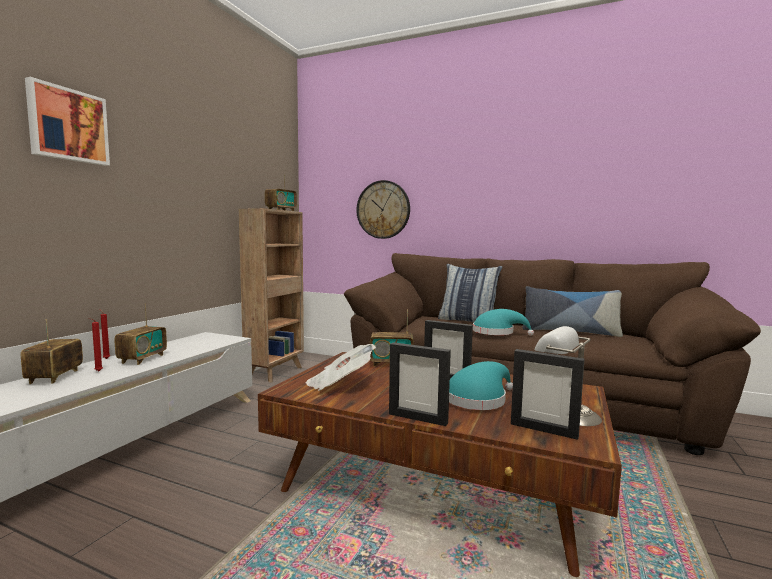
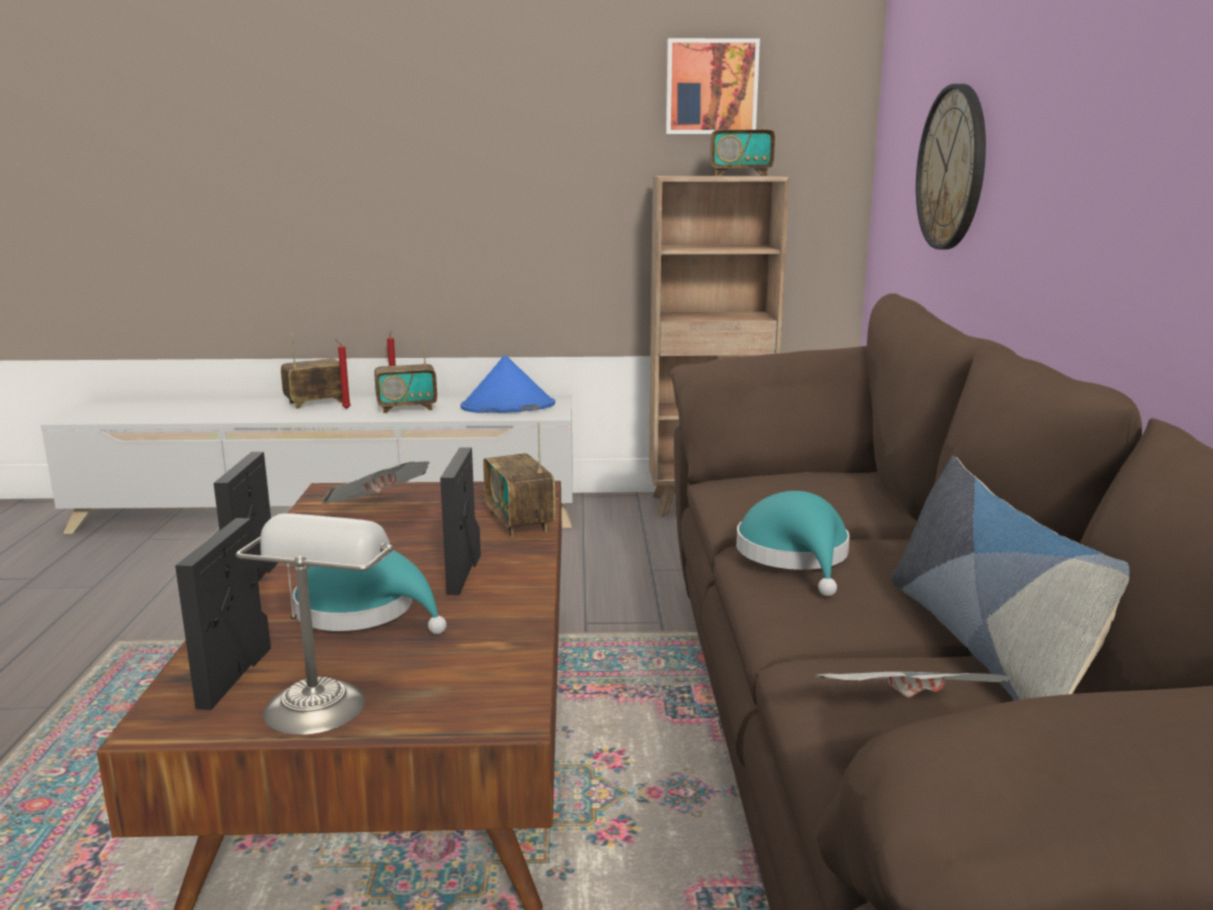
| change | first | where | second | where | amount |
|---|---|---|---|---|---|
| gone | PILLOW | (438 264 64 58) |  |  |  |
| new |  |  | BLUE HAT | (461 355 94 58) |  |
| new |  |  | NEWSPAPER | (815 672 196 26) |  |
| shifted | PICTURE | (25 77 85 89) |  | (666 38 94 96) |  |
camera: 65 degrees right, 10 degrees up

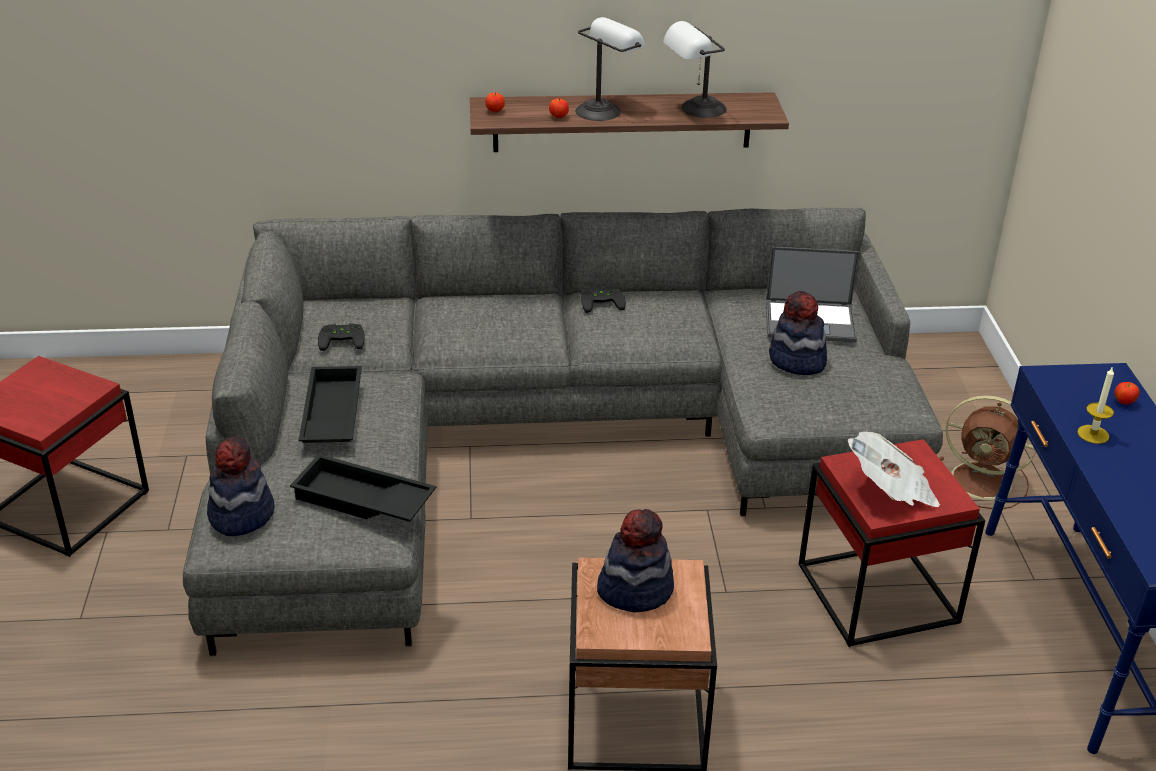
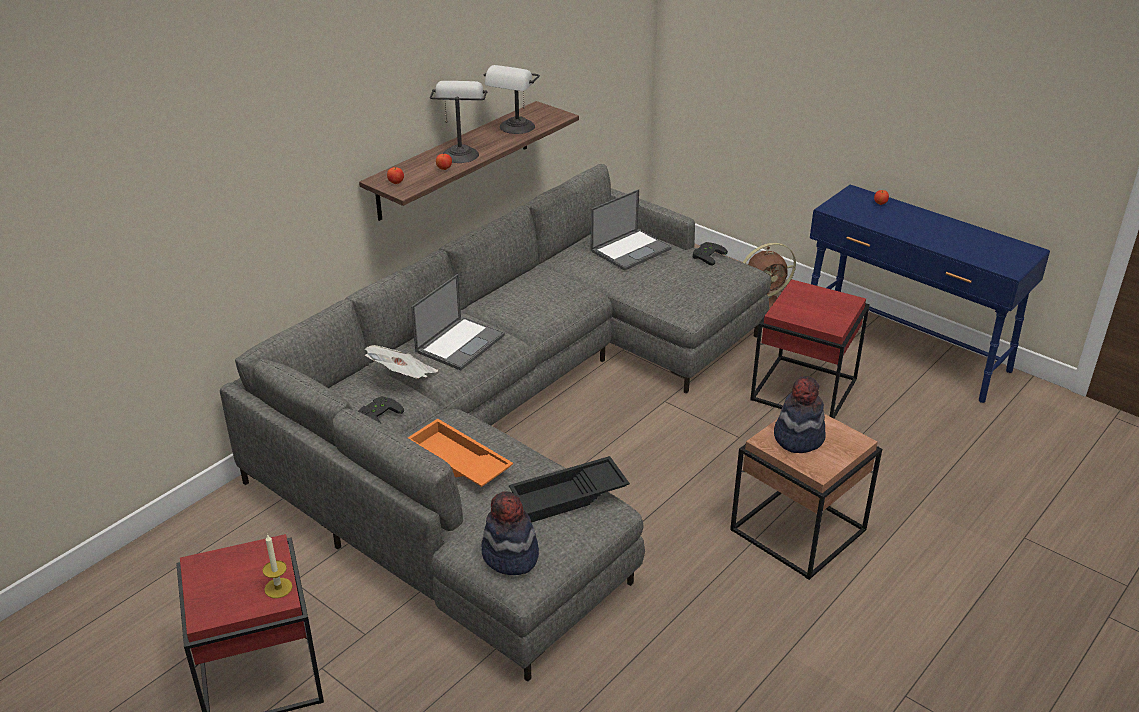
| change | first | where | second | where | amount |
|---|---|---|---|---|---|
| gone | HAT | (769 291 58 84) |  |  |  |
| new |  |  | LAPTOP | (411 274 94 96) |  |
| shifted | BLACK GAME CONTROLLER | (581 287 45 26) |  | (693 242 35 24) |  |
| shifted | NEWSPAPER | (848 432 92 75) |  | (365 345 73 33) |  |
| shifted | CANDLE | (1078 366 36 78) |  | (263 534 30 64) |  |
| repainted | BLACK TRAY | (299 366 63 77) | ORANGE TRAY | (408 419 105 68) |  |
camera: 45 degrees left, 0 degrees up

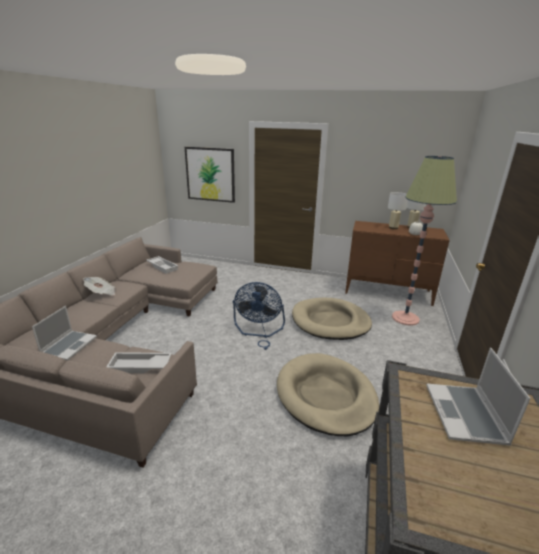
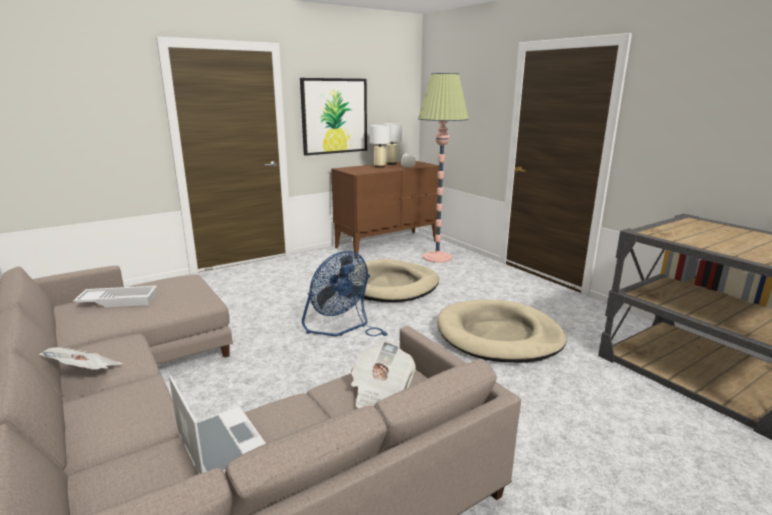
| change | first | where | second | where | amount |
|---|---|---|---|---|---|
| gone | LAPTOP | (426 348 105 98) |  |  |  |
| shifted | PICTURE | (185 147 50 56) |  | (300 78 67 78) |  |
| swapped | WHITE TRAY | (106 352 66 21) | NEWSPAPER | (351 341 65 67) |  |
camera: 50 degrees left, 5 degrees down

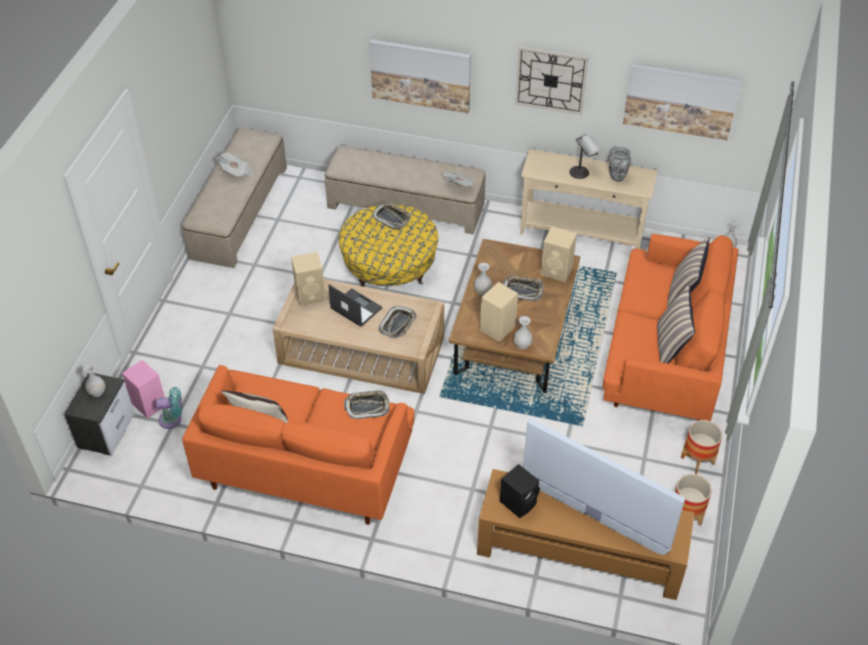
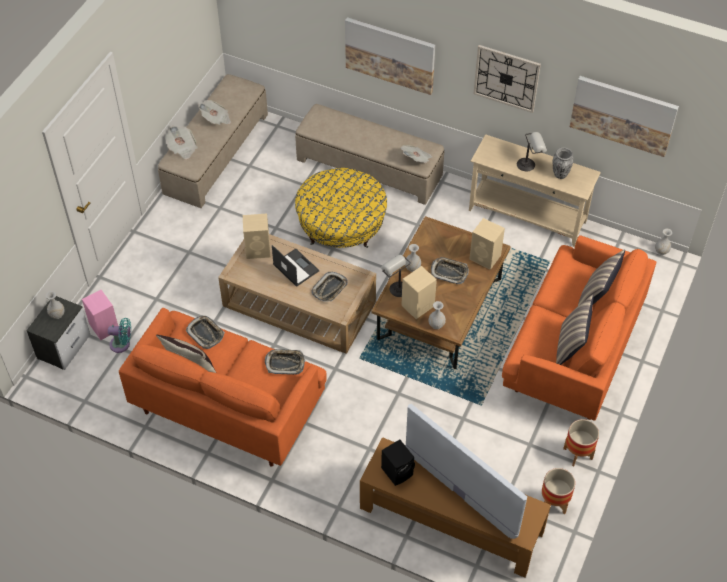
| change | first | where | second | where | amount |
|---|---|---|---|---|---|
| new |  |  | NEWSPAPER | (165 126 33 34) |  |
| new |  |  | TABLE LAMP | (381 255 30 42) |  |
| shifted | TRAY | (372 203 39 26) |  | (186 316 39 33) |  |
camera: 10 degrees right, 5 degrees up

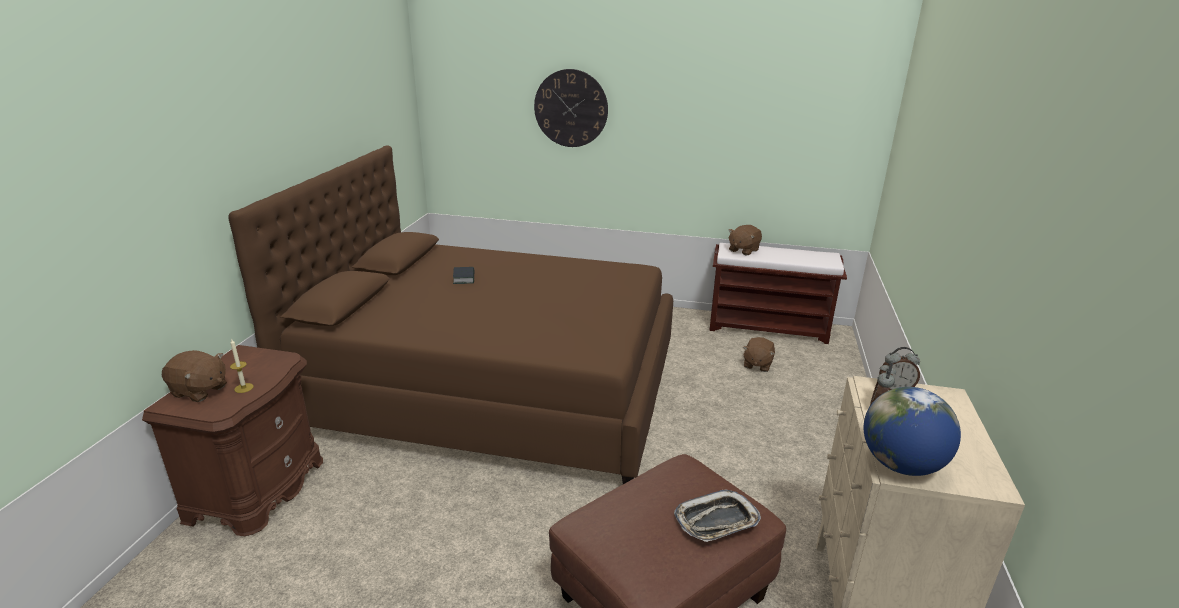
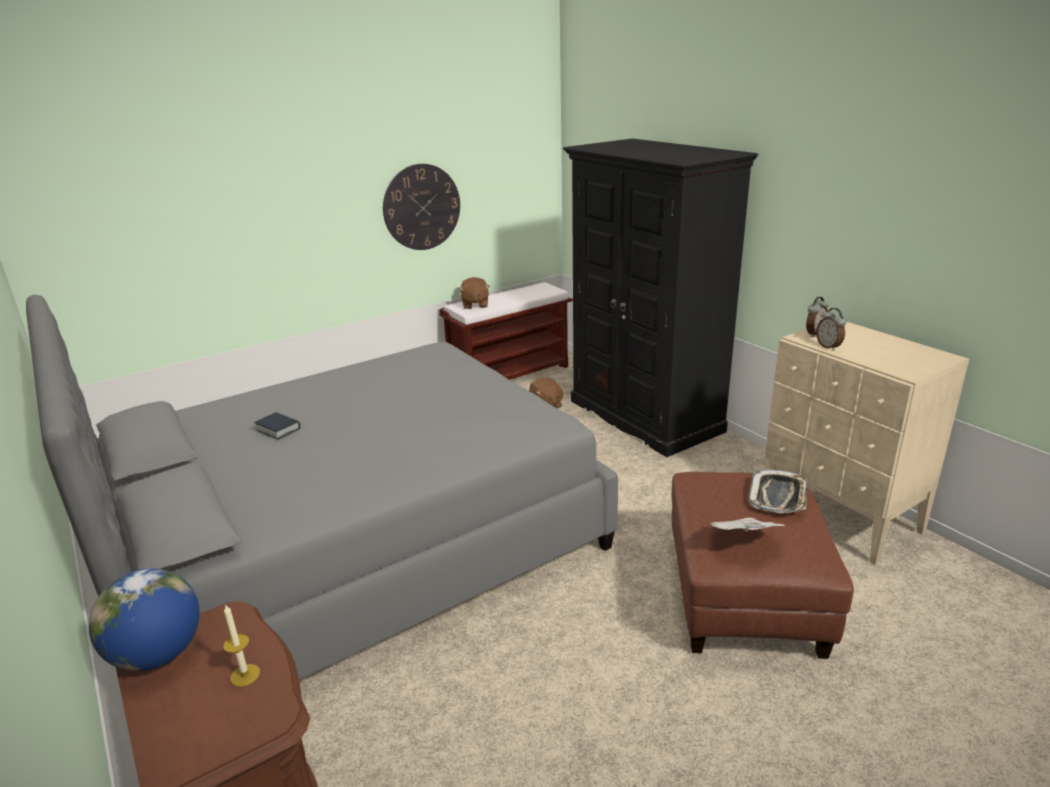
| change | first | where | second | where | amount |
|---|---|---|---|---|---|
| gone | BROWN PLUSH TOY | (162 350 65 52) |  |  |  |
| new |  |  | BLACK WARDROBE | (563 139 195 318) |  |
| new |  |  | NEWSPAPER | (710 518 74 14) |  |
| shifted | WALL CLOCK | (534 69 74 78) |  | (383 164 77 86) |  |
| shifted | GLOBE | (864 387 97 89) |  | (89 568 111 103) |  |
| repainted | BROWN BED | (228 145 445 339) | GREY BED | (26 295 592 385) |  |
camera: 45 degrees left, 0 degrees up

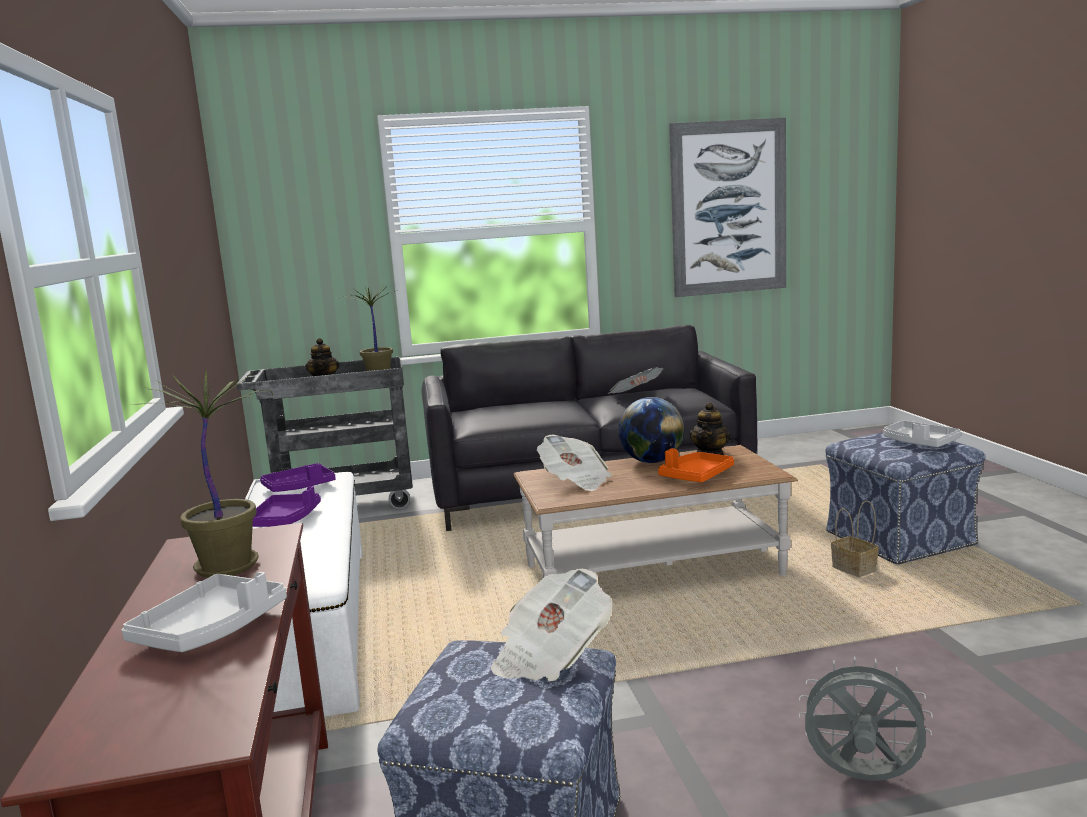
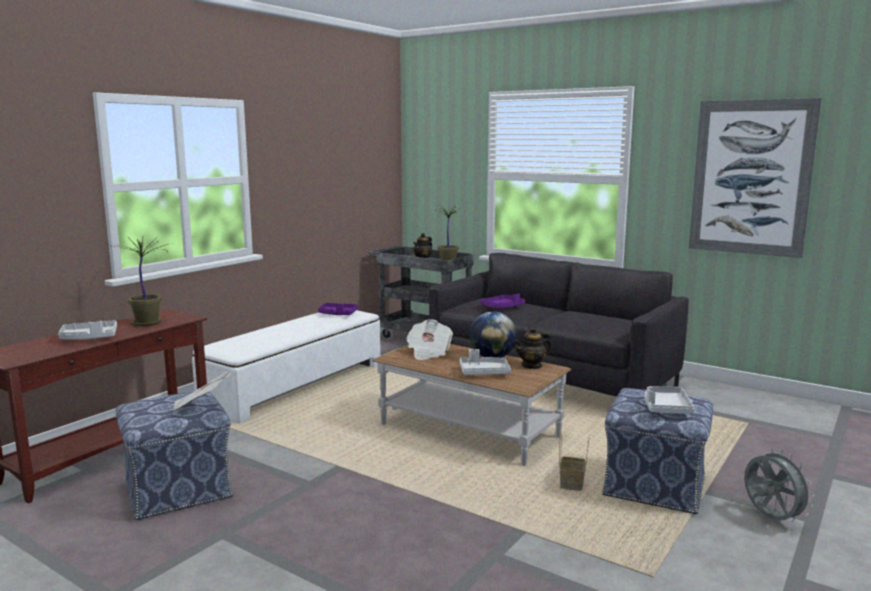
| change | first | where | second | where | amount |
|---|---|---|---|---|---|
| gone | NEWSPAPER | (607 367 56 27) |  |  |  |
| shifted | PURPLE TRAY | (253 486 68 41) |  | (480 293 45 15) |  |
| shifted | GREY FAN | (799 656 134 125) |  | (744 448 71 74) |  |
| repainted | ORANGE TRAY | (658 448 76 34) | GREY TRAY | (459 349 52 26) |  |
camera: 45 degrees right, 0 degrees up

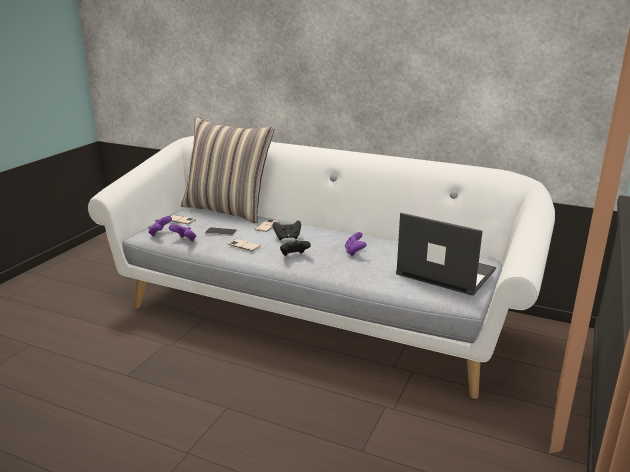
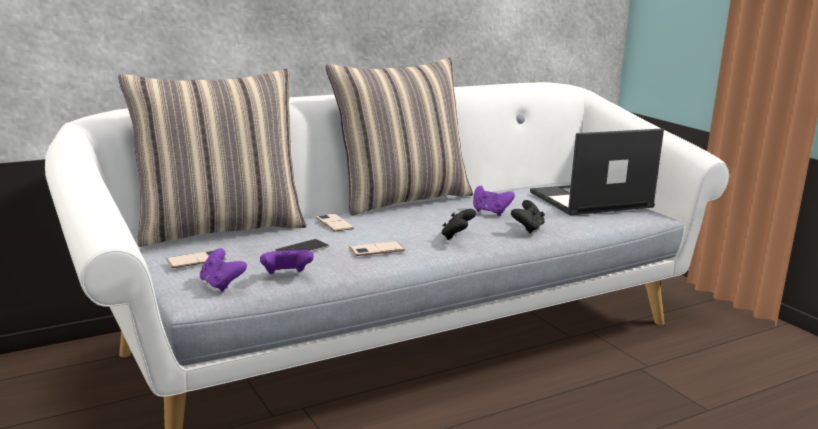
| change | first | where | second | where | amount |
|---|---|---|---|---|---|
| new |  |  | PILLOW | (325 58 148 158) |  |
| shifted | BLACK GAME CONTROLLER | (273 220 28 20) |  | (511 200 34 33) |  |
camera: 55 degrees left, 5 degrees down

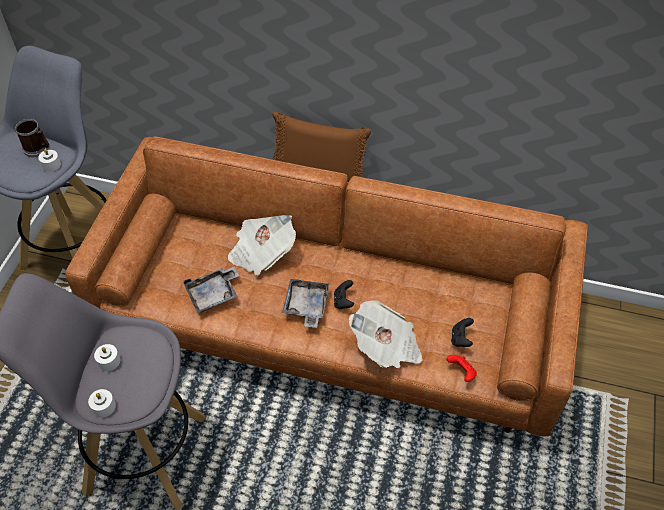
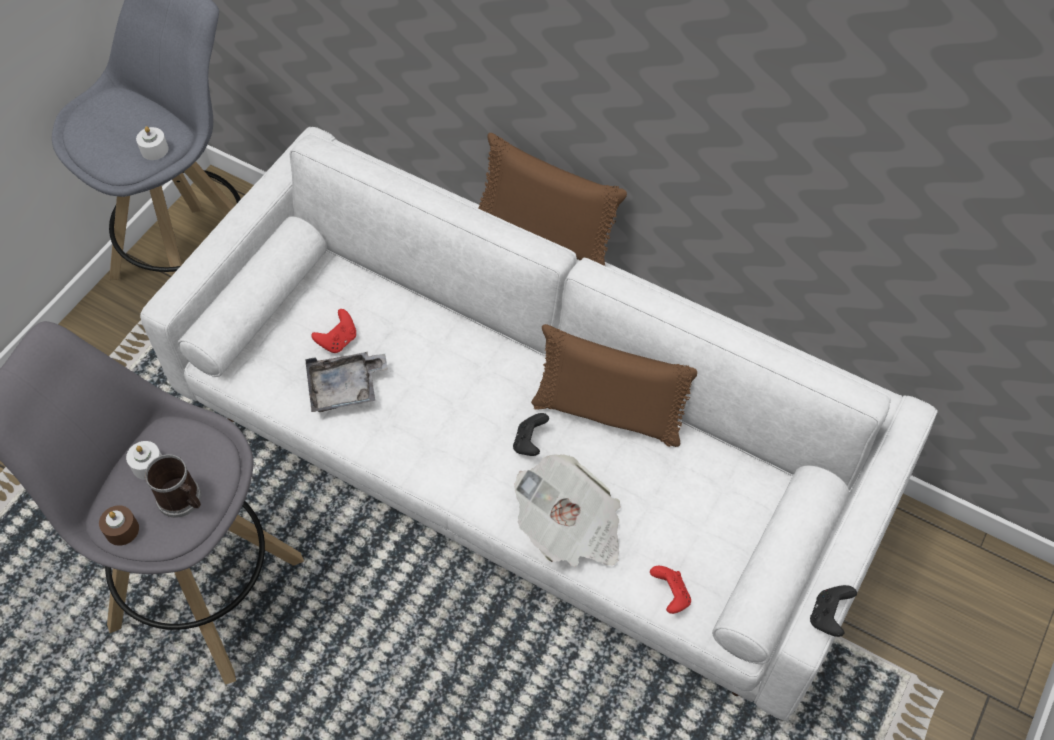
| change | first | where | second | where | amount |
|---|---|---|---|---|---|
| gone | NEWSPAPER | (228 215 68 60) |  |  |  |
| gone | GREY TRAY | (282 279 47 49) |  |  |  |
| new |  |  | RED GAME CONTROLLER | (311 309 45 44) |  |
| new |  |  | BROWN PILLOW | (531 324 166 123) |  |
| shifted | MUG | (15 119 34 38) |  | (144 454 57 64) |  |
| shifted | BLACK GAME CONTROLLER | (451 318 23 29) |  | (810 585 47 52) |  |
| repainted | BROWN SOFA | (66 136 522 301) | WHITE SOFA | (140 127 798 594) |  |
| repainted | WHITE CANDLE | (88 389 28 29) | BROWN CANDLE | (99 505 40 41) |  |
camera: 15 degrees right, 5 degrees up

